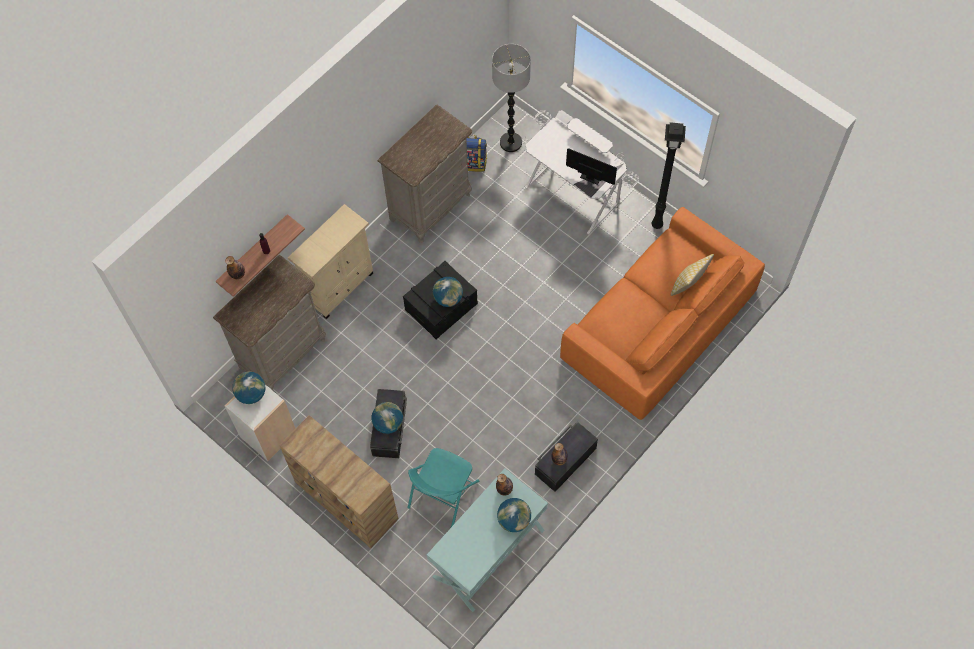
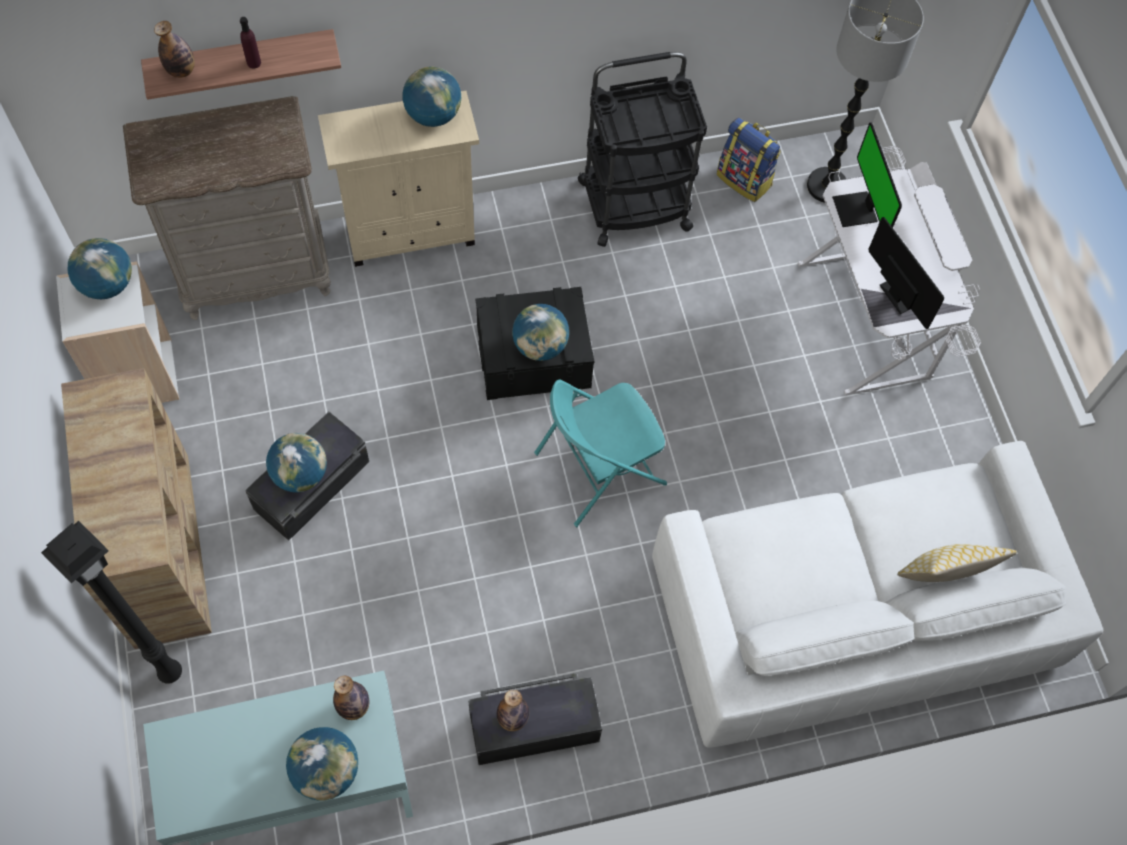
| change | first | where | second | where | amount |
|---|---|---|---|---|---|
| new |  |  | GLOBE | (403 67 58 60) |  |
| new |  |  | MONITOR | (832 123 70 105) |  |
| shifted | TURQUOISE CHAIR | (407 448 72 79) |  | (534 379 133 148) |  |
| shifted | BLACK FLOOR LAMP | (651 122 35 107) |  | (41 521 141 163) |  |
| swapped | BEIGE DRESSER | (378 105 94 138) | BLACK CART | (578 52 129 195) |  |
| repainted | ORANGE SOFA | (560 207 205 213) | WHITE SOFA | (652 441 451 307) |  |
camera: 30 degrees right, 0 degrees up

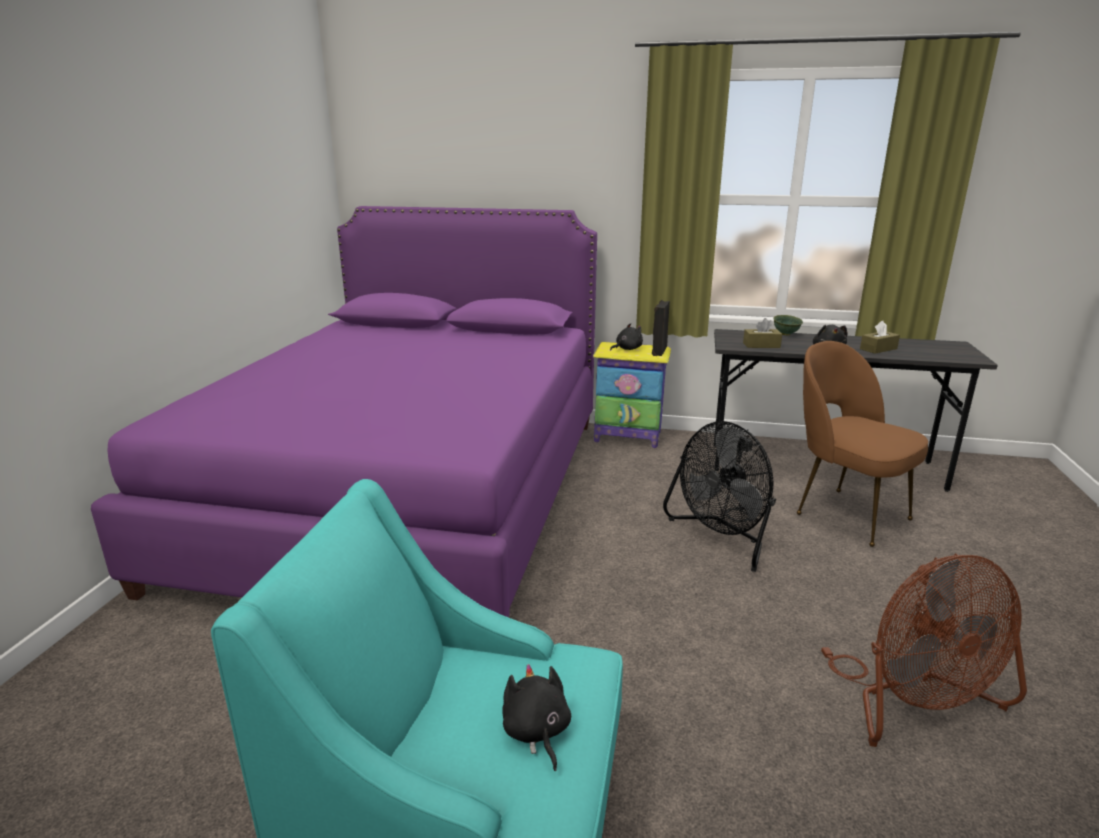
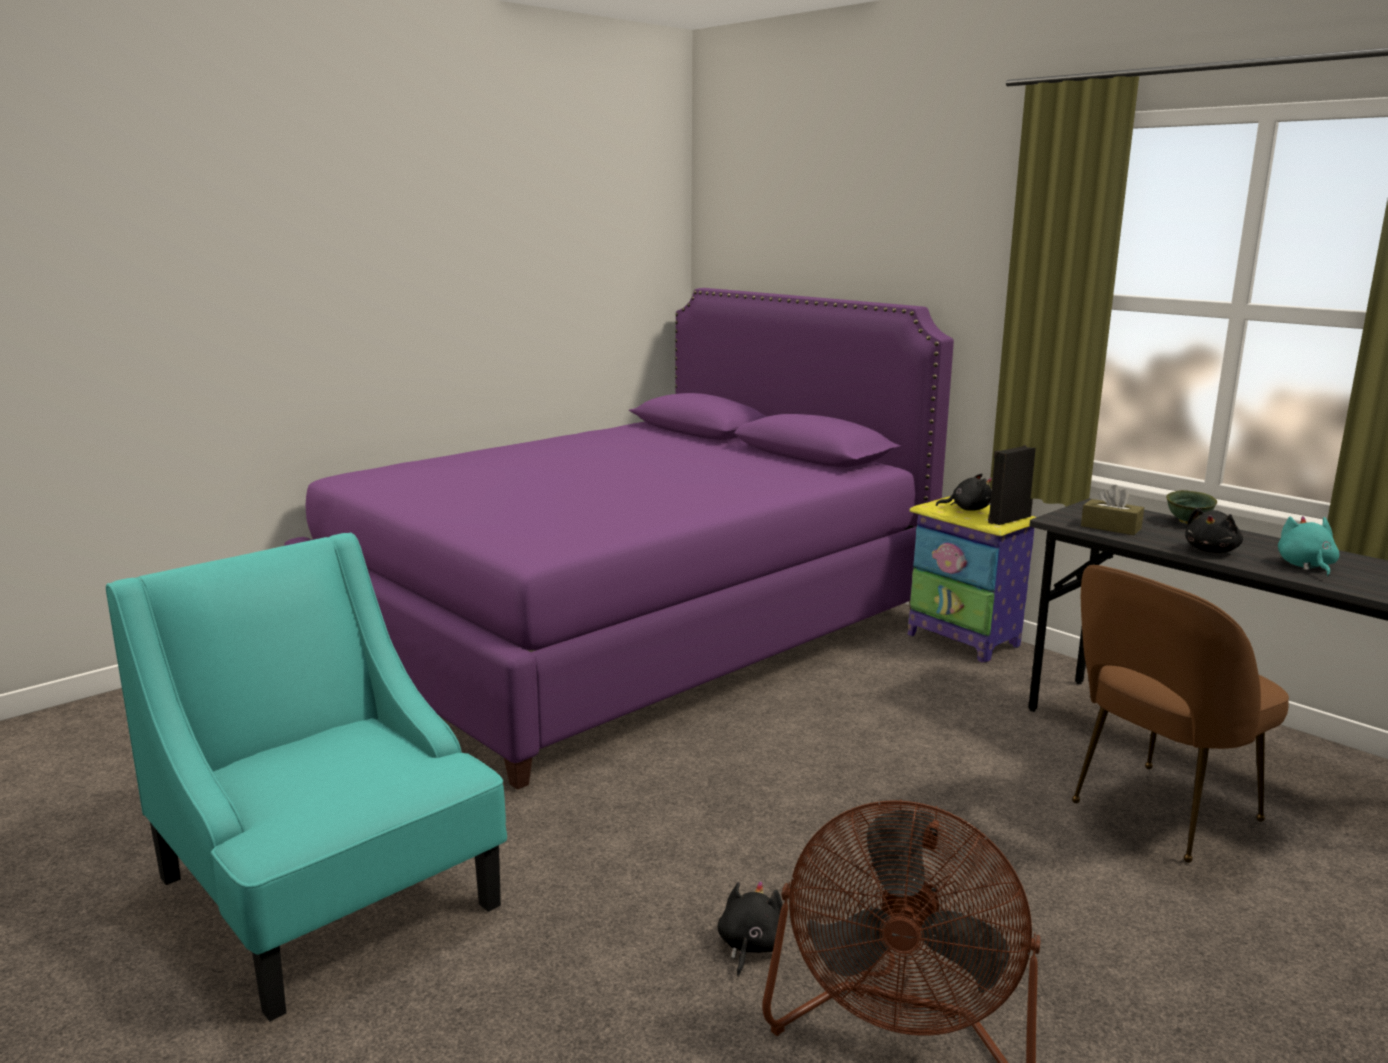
| change | first | where | second | where | amount |
|---|---|---|---|---|---|
| gone | BLACK FAN | (663 421 113 151) |  |  |  |
| shifted | BLACK PLUSH TOY | (503 664 68 108) |  | (717 881 66 96) |  |
| swapped | BROWN TISSUE BOX | (860 321 40 33) | TURQUOISE PLUSH TOY | (1278 516 61 60) |  |
| rotated | BROWN CHAIR | (797 341 131 206) |  | (1072 565 217 298) | 120 degrees counterclockwise |
camera: 35 degrees right, 5 degrees down

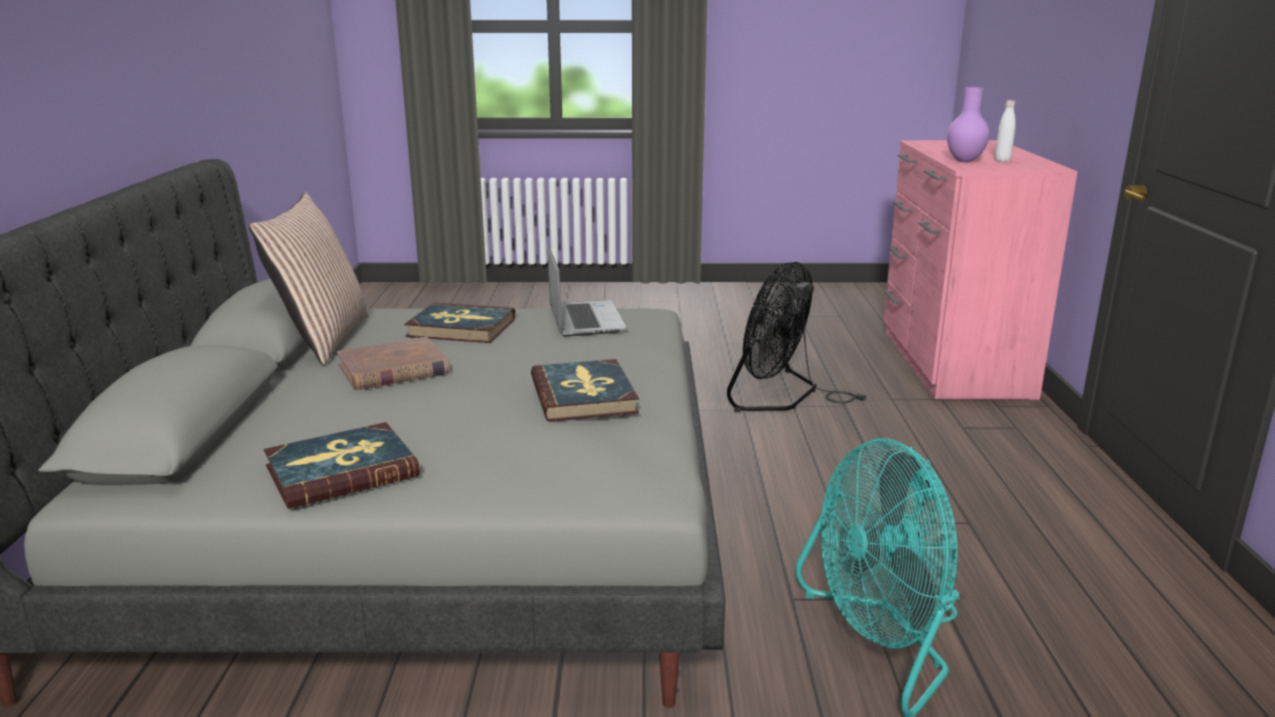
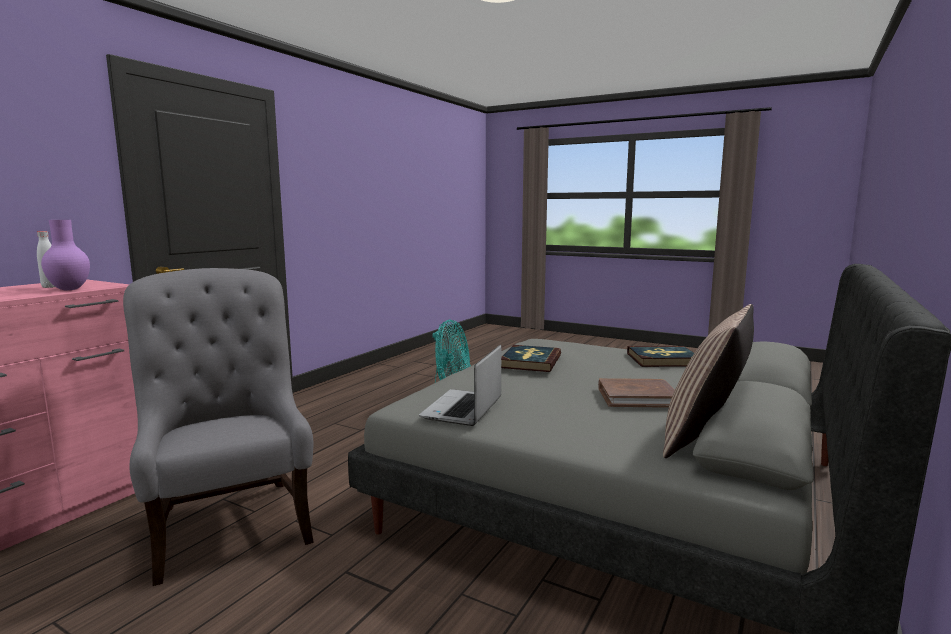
| change | first | where | second | where | amount |
|---|---|---|---|---|---|
| gone | BOOK | (404 303 111 40) |  |  |  |
| swapped | BLACK FAN | (727 262 139 151) | GREY CHAIR | (123 268 191 318) |  |
camera: 150 degrees left, 10 degrees down

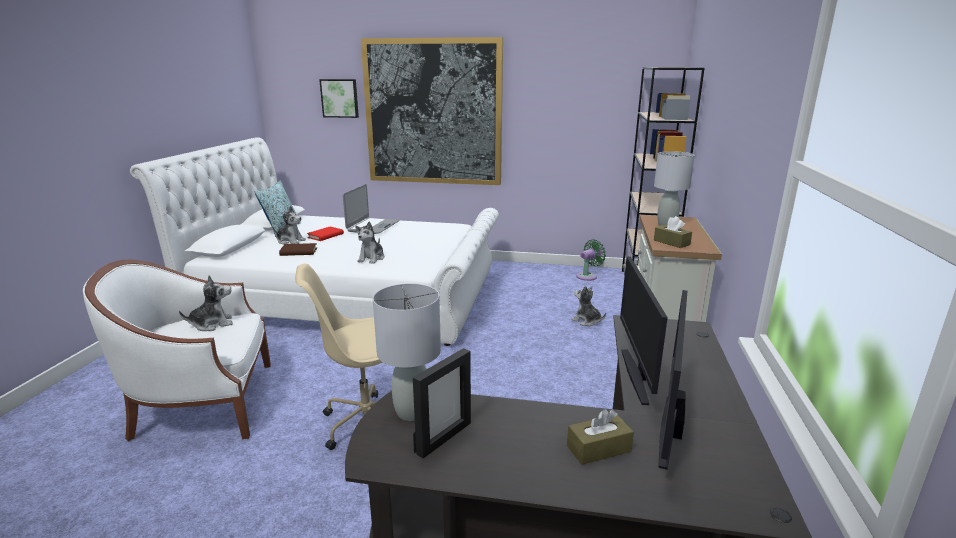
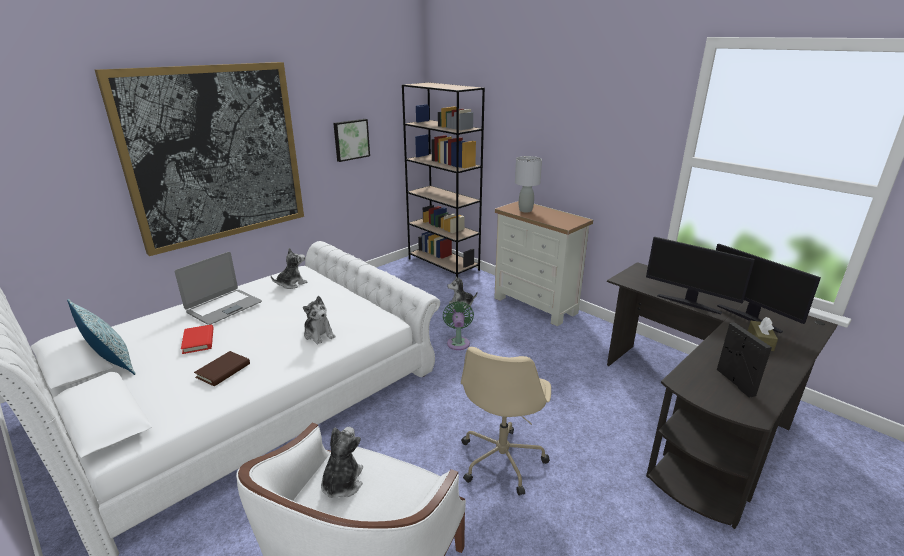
| change | first | where | second | where | amount |
|---|---|---|---|---|---|
| gone | GREY TABLE LAMP | (373 283 68 138) |  |  |  |
| gone | BROWN TISSUE BOX | (654 216 38 32) |  |  |  |
| shifted | PLUSH TOY | (272 206 34 39) |  | (271 248 37 41) |  |
| shifted | PICTURE | (319 79 40 39) |  | (333 119 37 43) |  |
| shifted | GREEN FAN | (576 239 30 42) |  | (443 301 31 49) |  |
| rotated | LAPTOP | (343 184 56 50) |  | (175 252 87 73) | 75 degrees clockwise |
camera: 55 degrees left, 5 degrees up

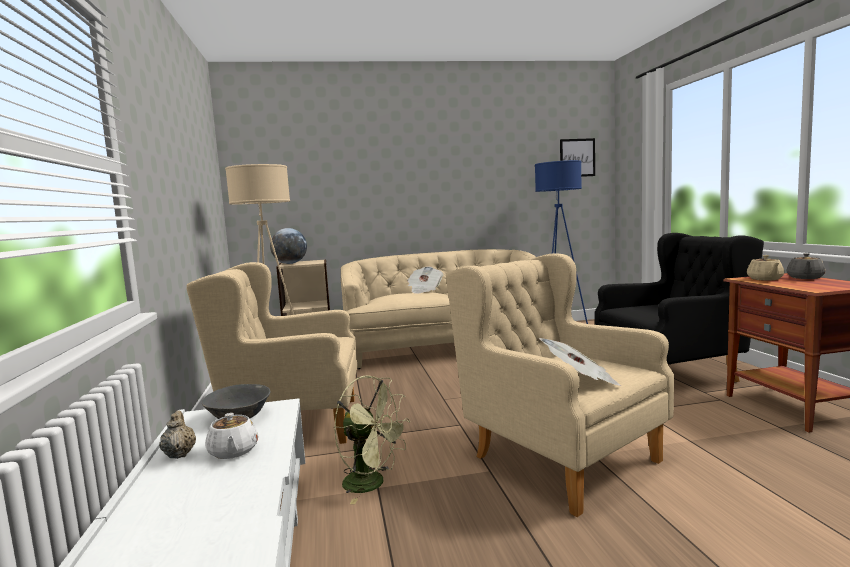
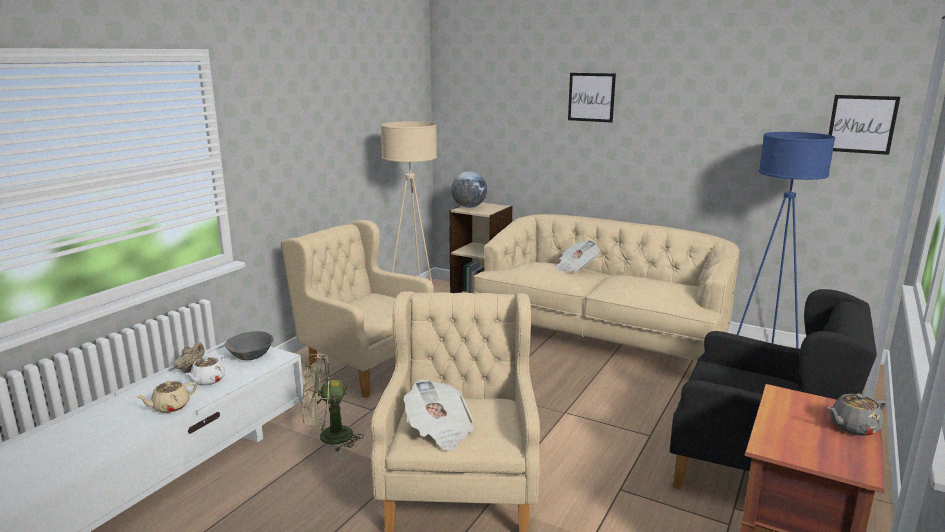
| change | first | where | second | where | amount |
|---|---|---|---|---|---|
| new |  |  | PICTURE | (568 73 48 50) |  |
| shifted | BEIGE TEAPOT | (747 255 37 26) |  | (135 381 62 32) |  |
| rotated | GREEN FAN | (334 375 76 129) |  | (302 354 62 98) | 90 degrees clockwise |
camera: 40 degrees right, 10 degrees up

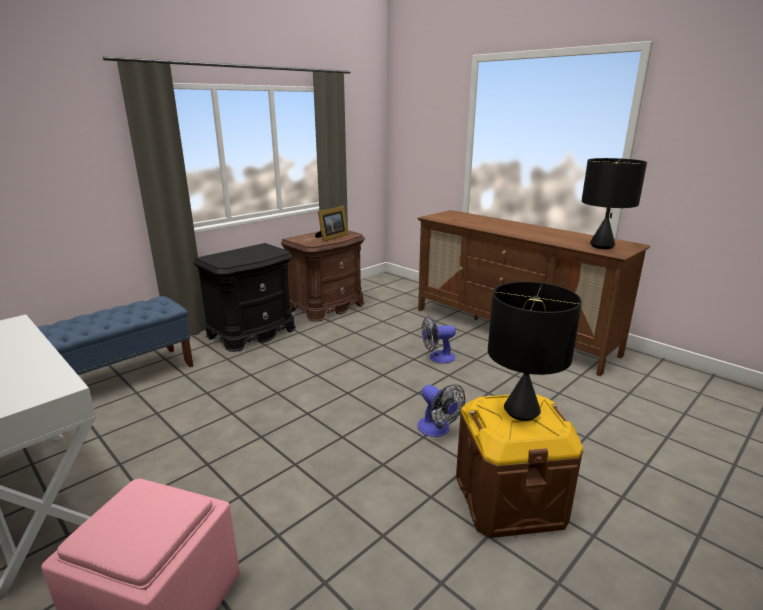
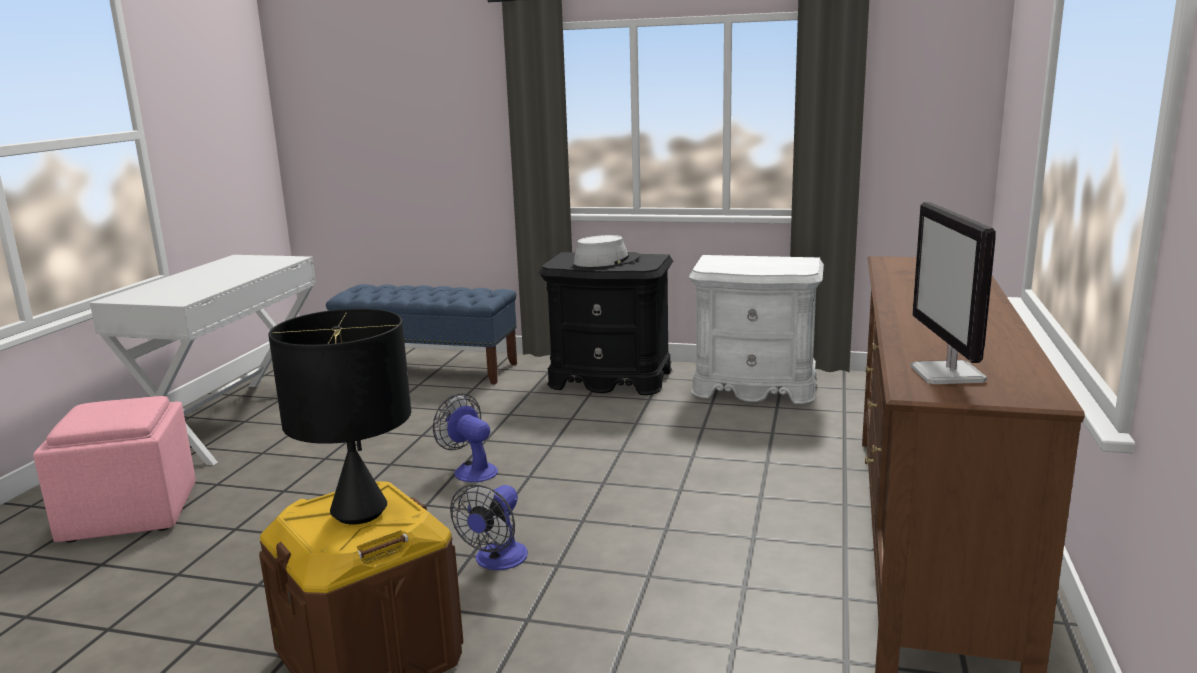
| change | first | where | second | where | amount |
|---|---|---|---|---|---|
| gone | PICTURE FRAME | (315 206 33 36) |  |  |  |
| new |  |  | GREY HAT | (574 235 66 32) |  |
| shifted | FAN | (422 317 34 46) |  | (433 393 65 89) |  |
| swapped | BLACK TABLE LAMP | (582 158 65 91) | MONITOR | (910 202 86 182) |  |
| repainted | BROWN NIGHTSTAND | (281 230 84 92) | WHITE NIGHTSTAND | (689 255 135 149) |  |
camera: 60 degrees right, 5 degrees down

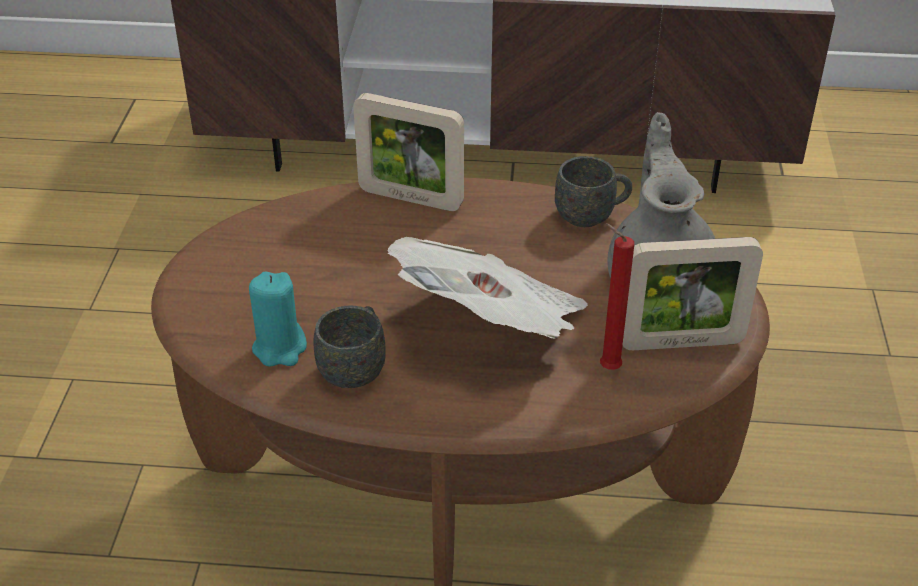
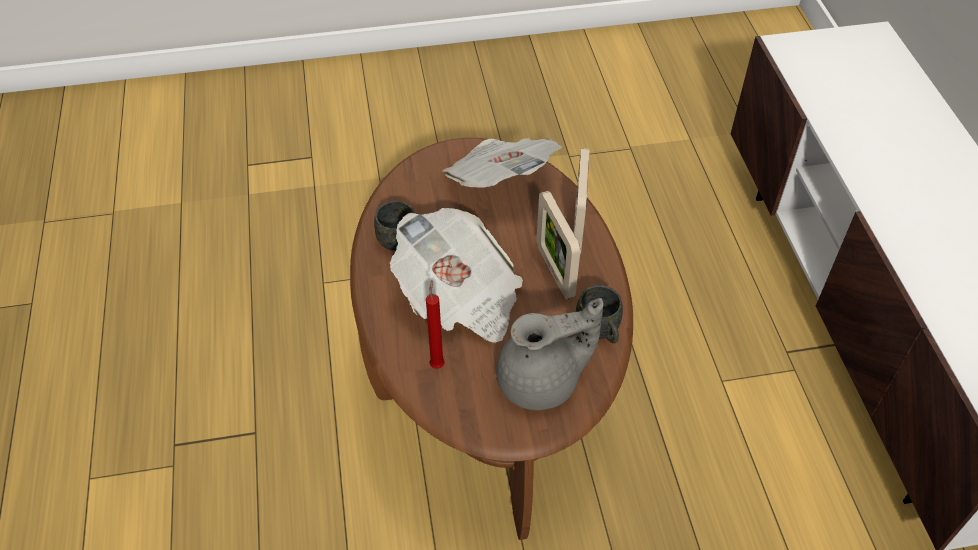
| change | first | where | second | where | amount |
|---|---|---|---|---|---|
| gone | TURQUOISE CANDLE | (249 272 58 95) |  |  |  |
| new |  |  | NEWSPAPER | (442 138 120 50) |  |
| shifted | PICTURE FRAME | (623 237 140 113) |  | (537 191 43 108) |  |
camera: 75 degrees right, 10 degrees up

